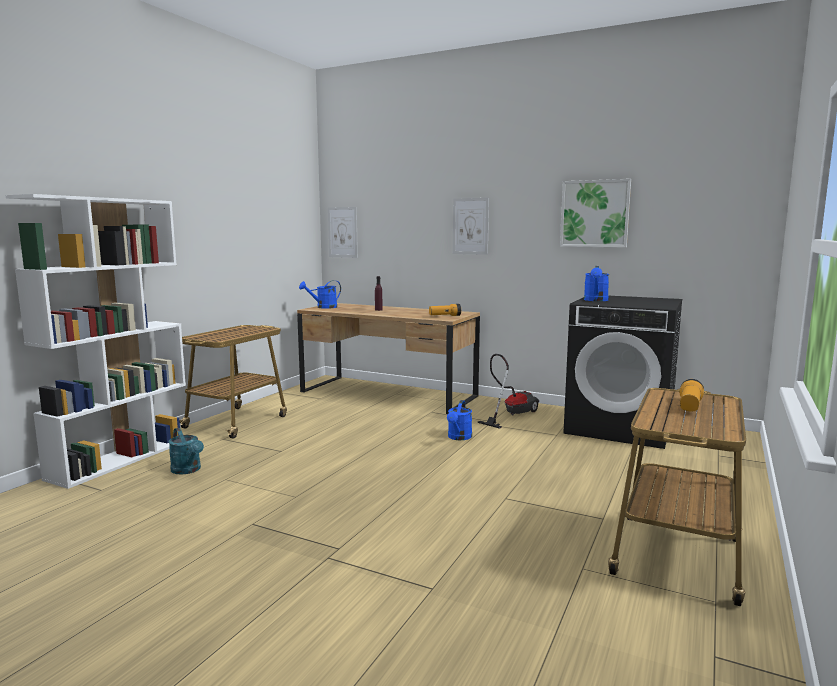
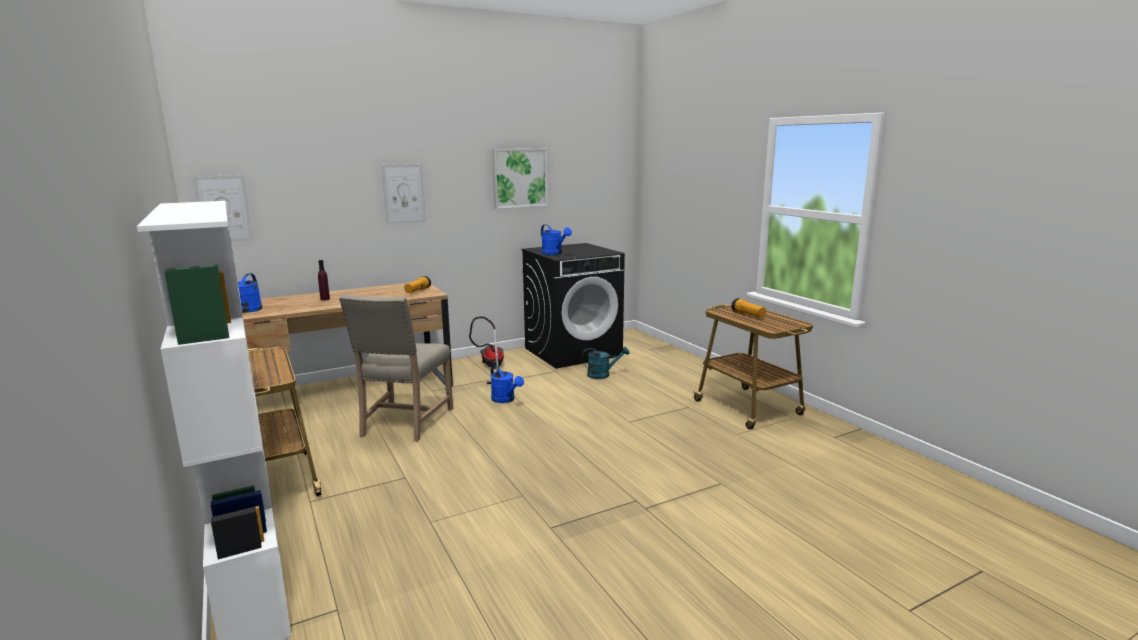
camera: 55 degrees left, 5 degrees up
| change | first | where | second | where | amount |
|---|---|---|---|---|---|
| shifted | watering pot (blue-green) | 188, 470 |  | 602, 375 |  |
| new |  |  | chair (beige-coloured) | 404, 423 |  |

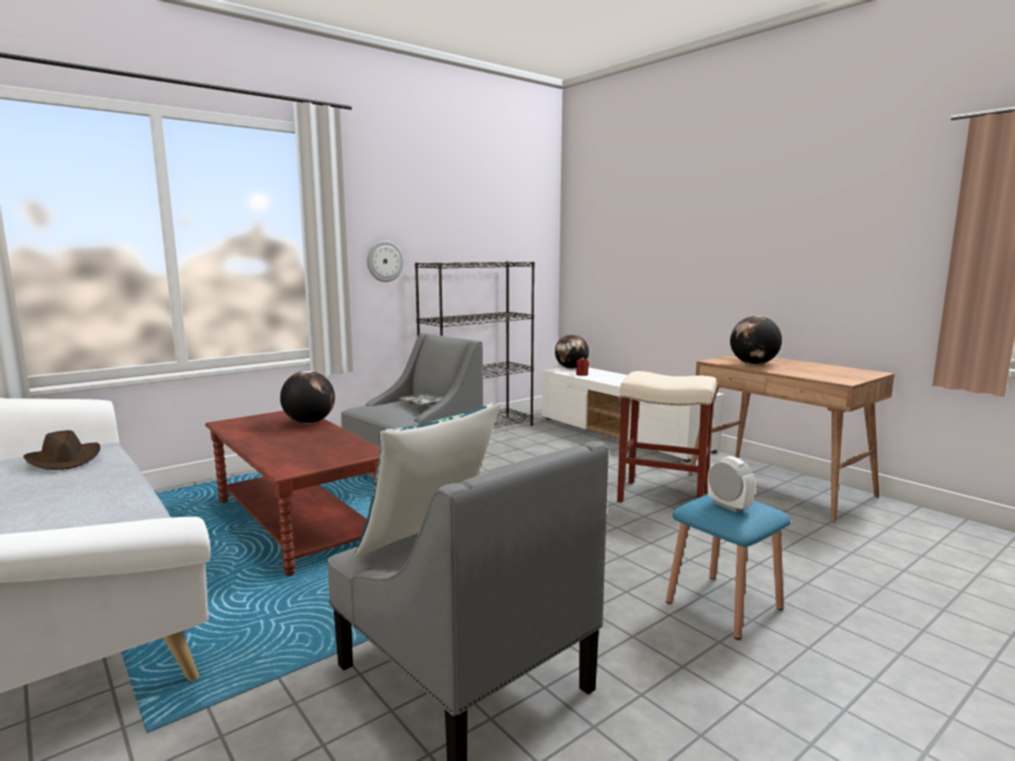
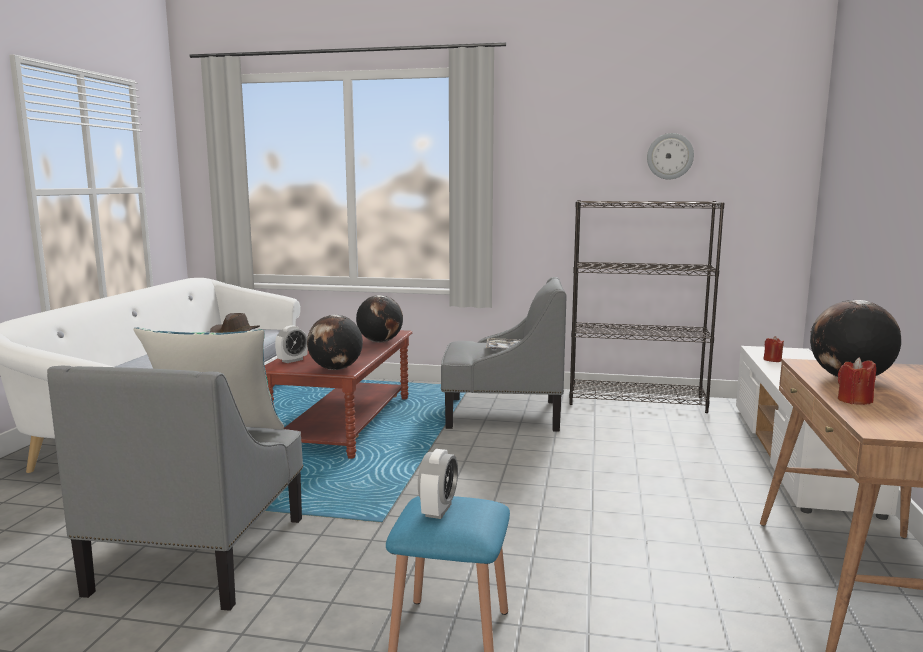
camera: 50 degrees right, 0 degrees up
| change | first | where | second | where | amount |
|---|---|---|---|---|---|
| shifted | wall clock | 384, 261 |  | 670, 156 |  |
| shifted | globe | 571, 368 |  | 336, 369 |  |
| gone | sitting stool (beige-coloured) | 664, 497 |  |  |  |
| new |  |  | alarm clock | 292, 360 |  |
| new |  |  | candle (red-coloured) | 854, 400 |  |

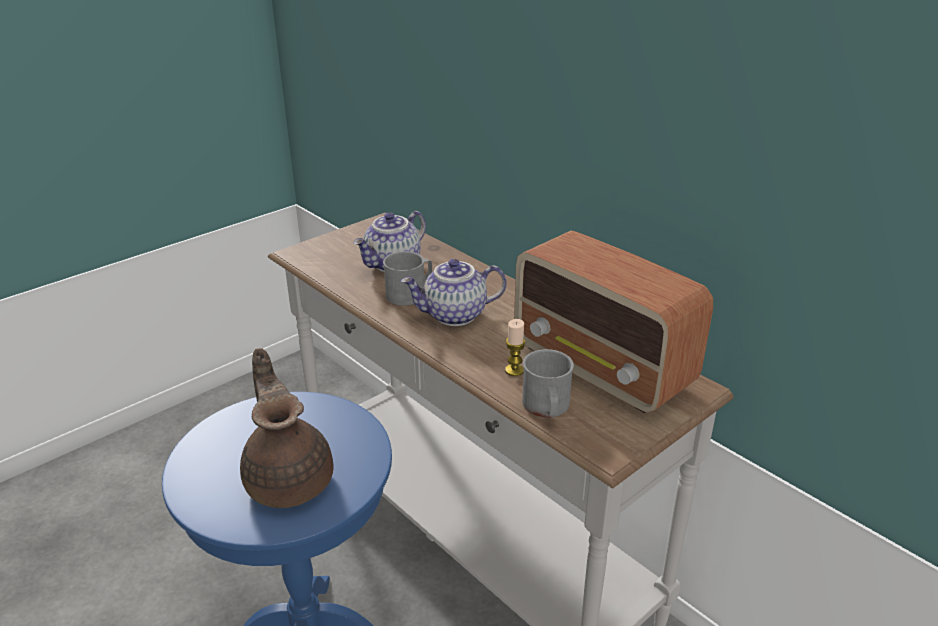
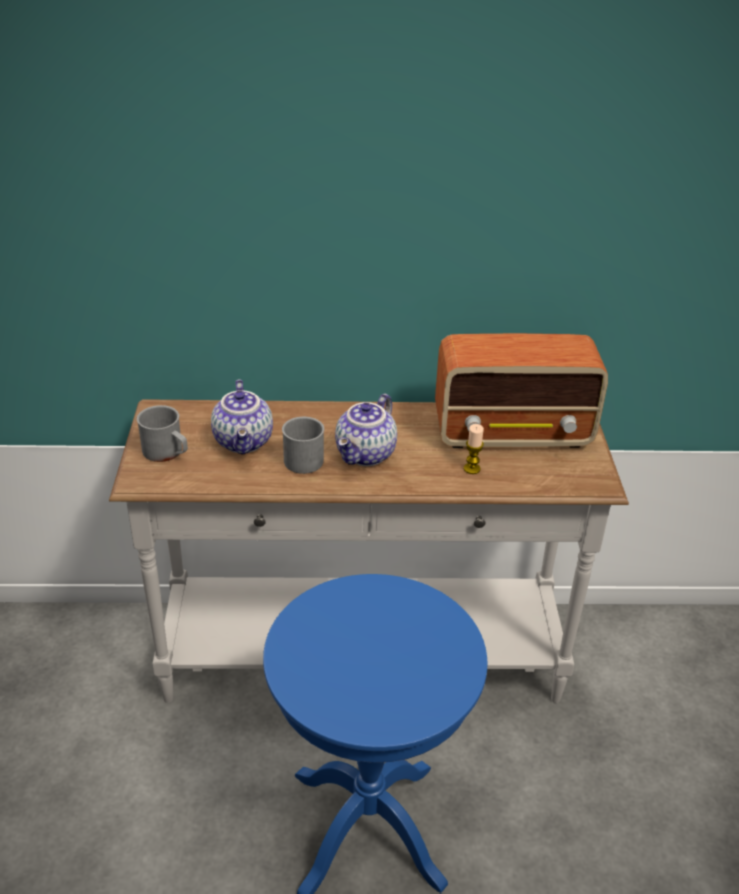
camera: 50 degrees left, 5 degrees up
| change | first | where | second | where | amount |
|---|---|---|---|---|---|
| gone | pot for tea (brown) | 289, 479 |  |  |  |
| shifted | tea mug (greyish) | 547, 408 |  | 167, 453 |  |

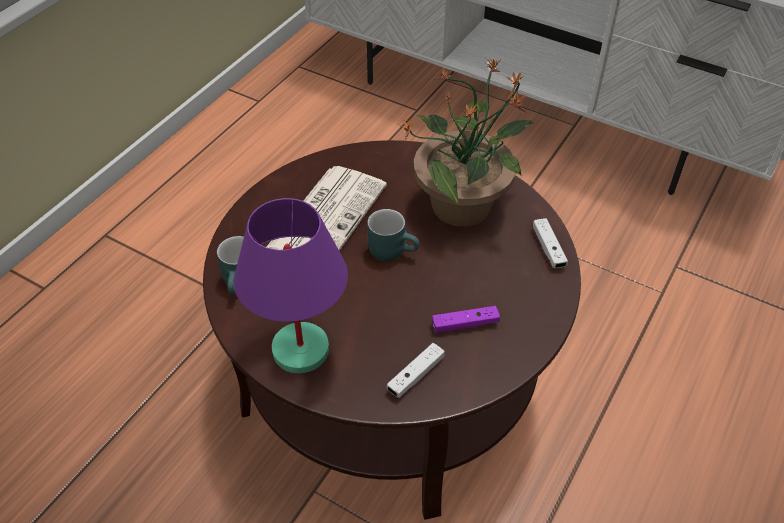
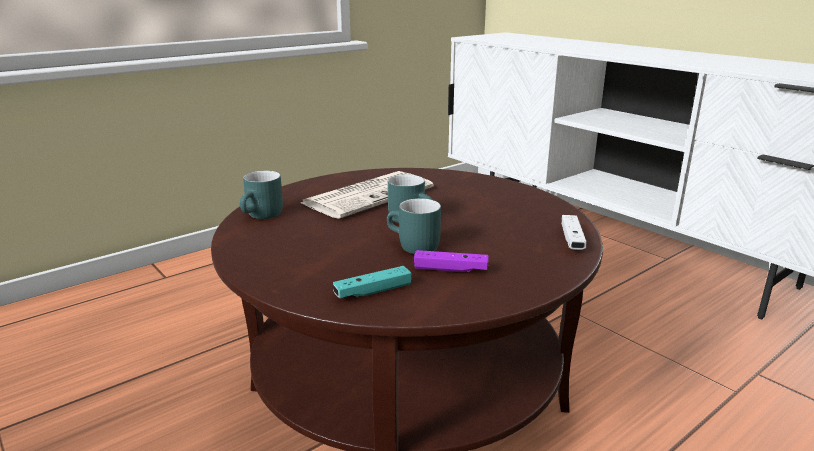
camera: 20 degrees right, 25 degrees down
| change | first | where | second | where | amount |
|---|---|---|---|---|---|
| gone | houseplant | 463, 205 |  |  |  |
| gone | lamp for a table (purple) | 300, 351 |  |  |  |
| repainted | gamepad (white) | 415, 375 | gamepad (blue-green) | 373, 291 |  |
| new |  |  | tea mug (blue-green) | 412, 247 |  |

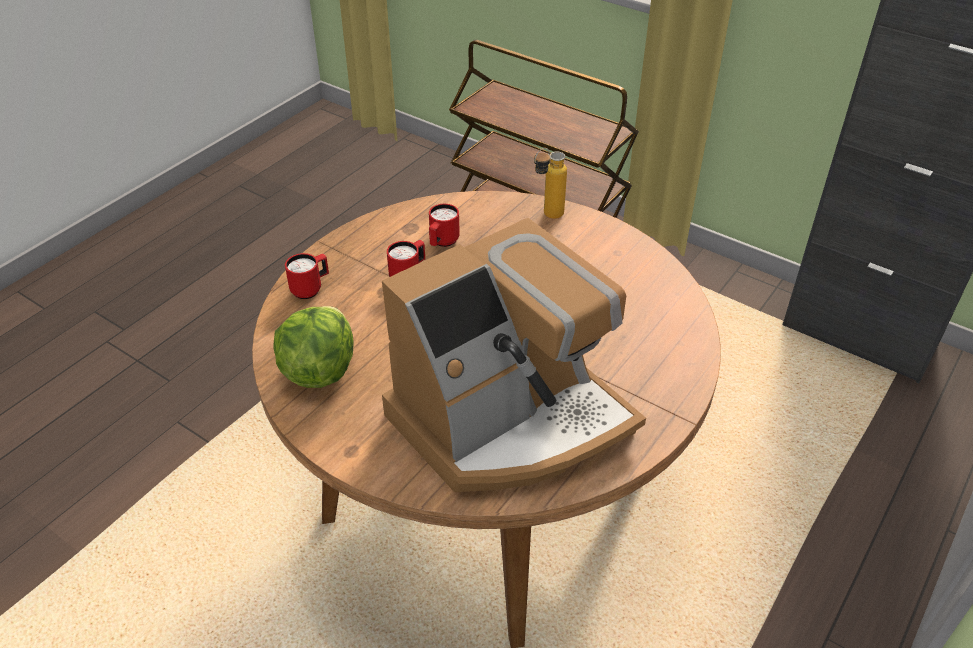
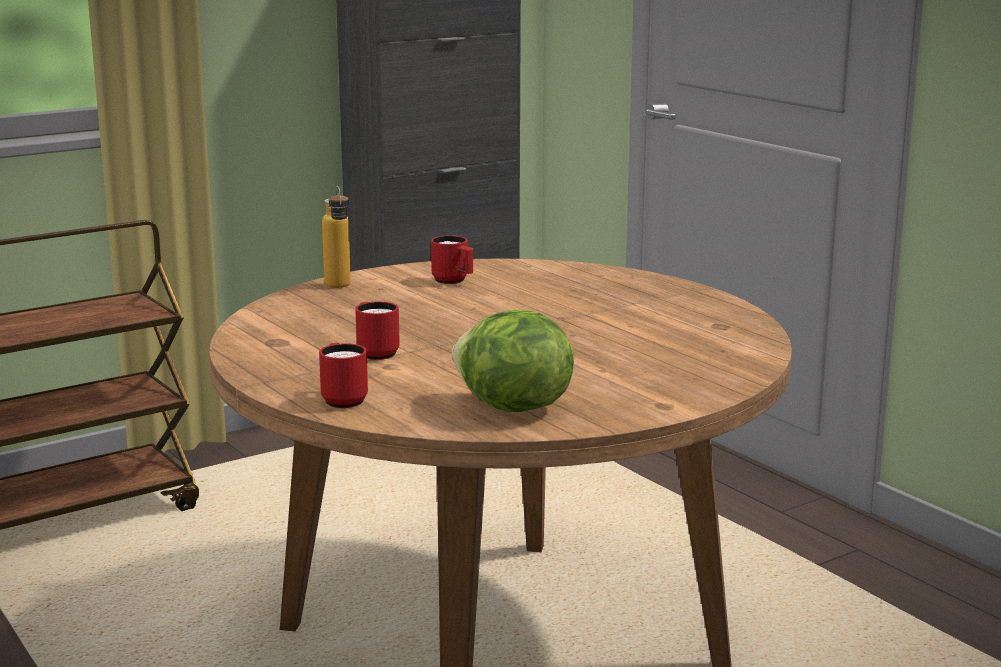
camera: 70 degrees left, 25 degrees down
| change | first | where | second | where | amount |
|---|---|---|---|---|---|
| shifted | tea mug (red-coloured) | 442, 243 |  | 454, 281 |  |
| gone | coffee brewer | 510, 420 |  |  |  |

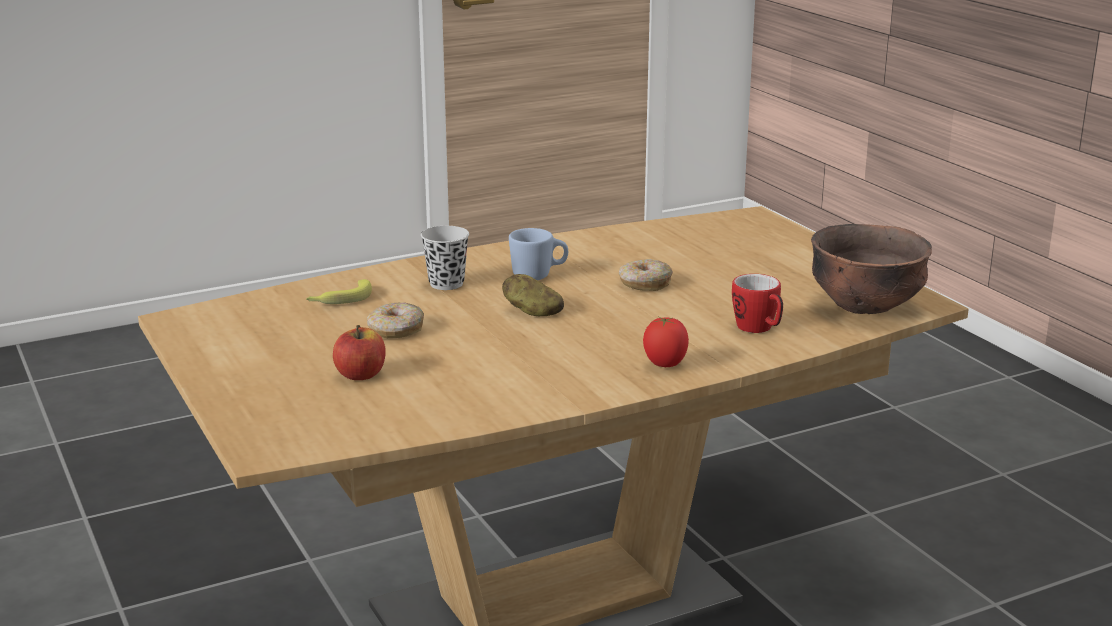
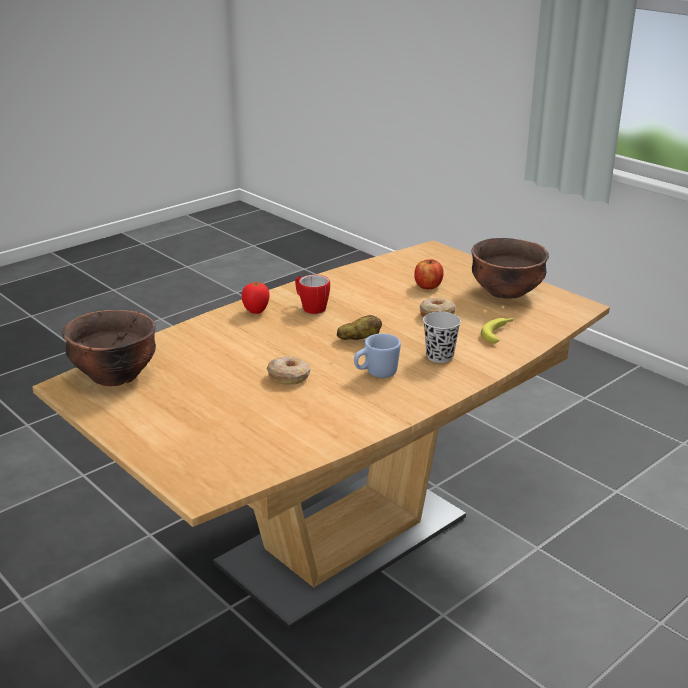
camera: 165 degrees right, 5 degrees up
| change | first | where | second | where | amount |
|---|---|---|---|---|---|
| shifted | tea mug | 759, 329 |  | 310, 307 |  |
| new |  |  | serving bowl (brown) | 507, 293 |  |

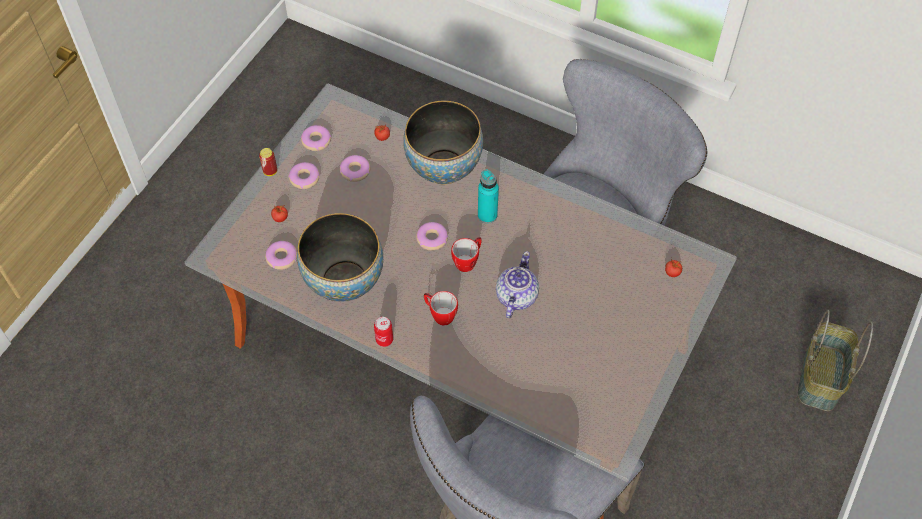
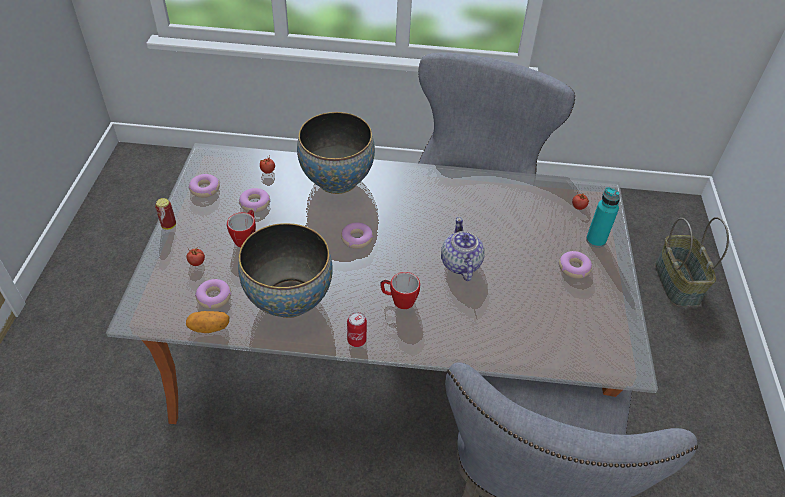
camera: 25 degrees left, 10 degrees down
| change | first | where | second | where | amount |
|---|---|---|---|---|---|
| shifted | donut | 304, 178 |  | 573, 268 |  |
| shifted | bottle (blue-green) | 487, 215 |  | 595, 240 |  |
| shifted | tea mug | 468, 261 |  | 246, 237 |  |
| new |  |  | potato | 209, 327 |  |

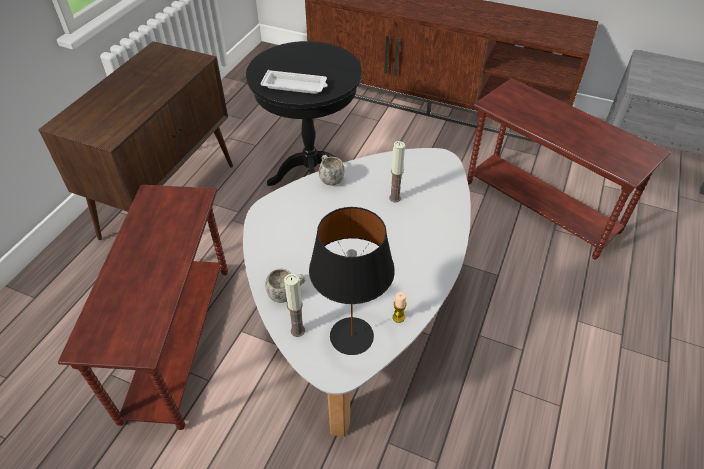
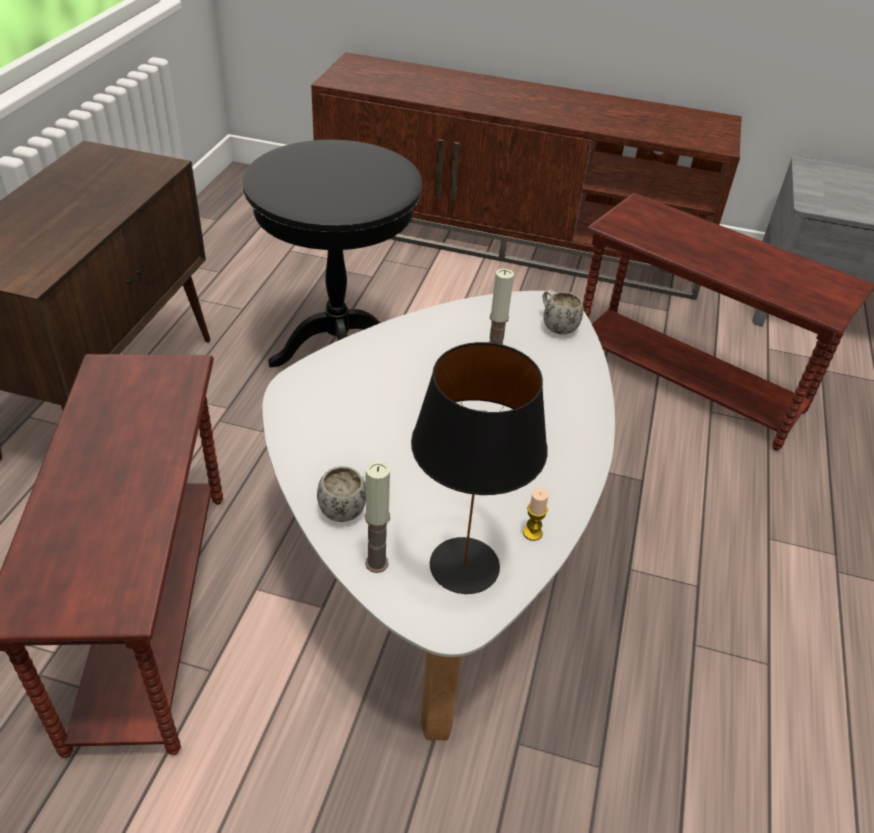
camera: 10 degrees left, 5 degrees down
| change | first | where | second | where | amount |
|---|---|---|---|---|---|
| gone | serving tray (white) | 295, 86 |  |  |  |
| shifted | tea mug (white) | 329, 178 |  | 556, 326 |  |

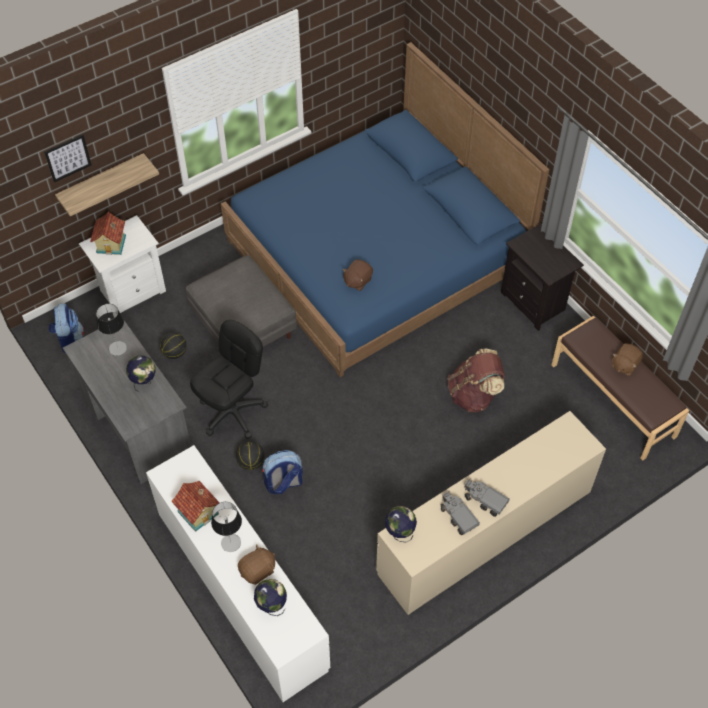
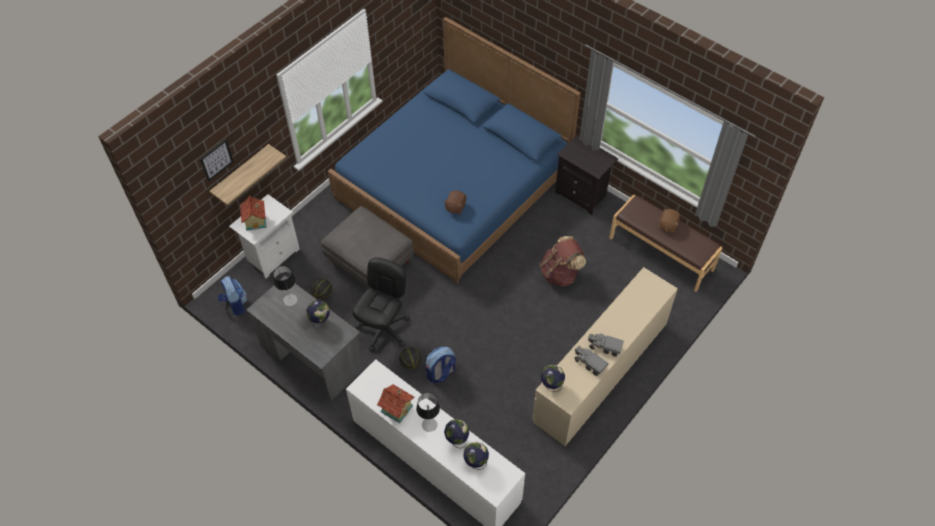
camera: 15 degrees left, 0 degrees up
| change | first | where | second | where | amount |
|---|---|---|---|---|---|
| swapped | plush toy (brown) | 258, 570 | globe | 457, 440 |  |

